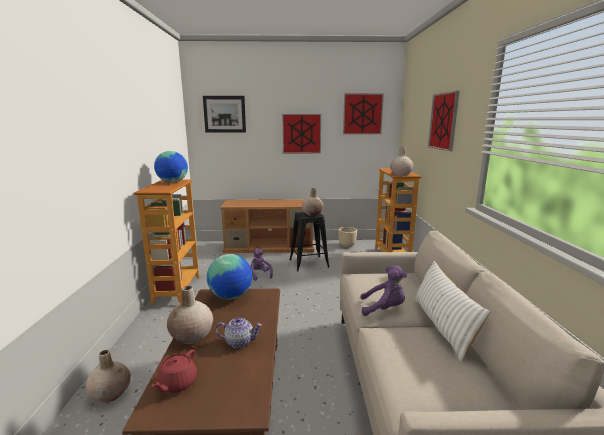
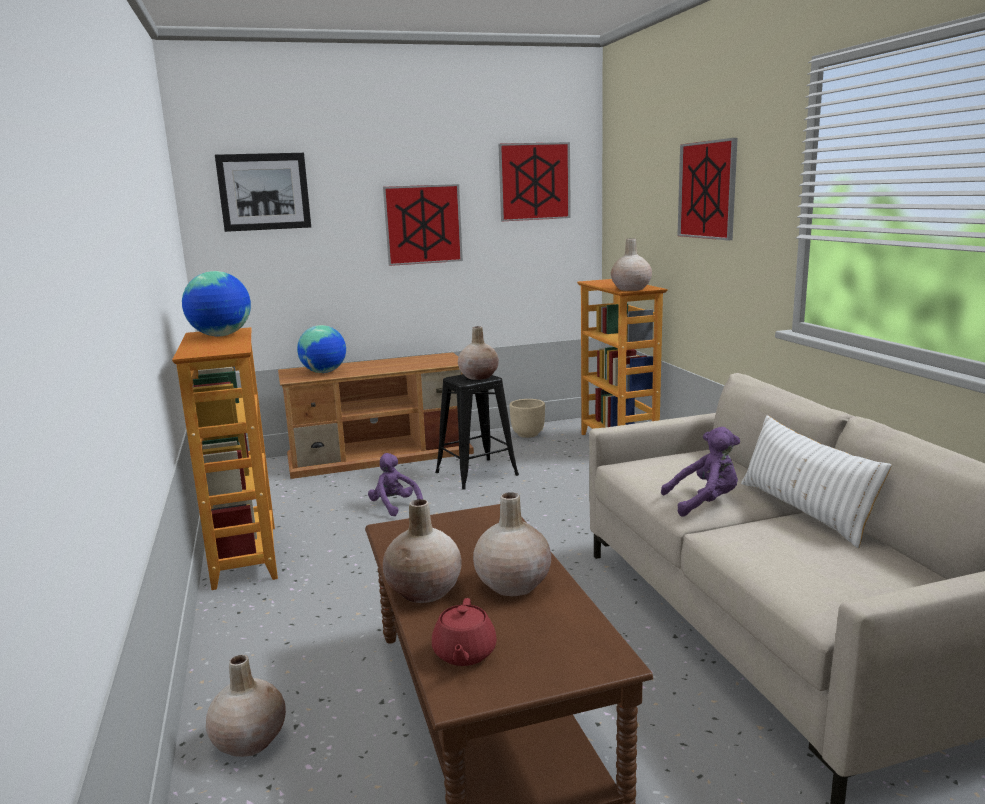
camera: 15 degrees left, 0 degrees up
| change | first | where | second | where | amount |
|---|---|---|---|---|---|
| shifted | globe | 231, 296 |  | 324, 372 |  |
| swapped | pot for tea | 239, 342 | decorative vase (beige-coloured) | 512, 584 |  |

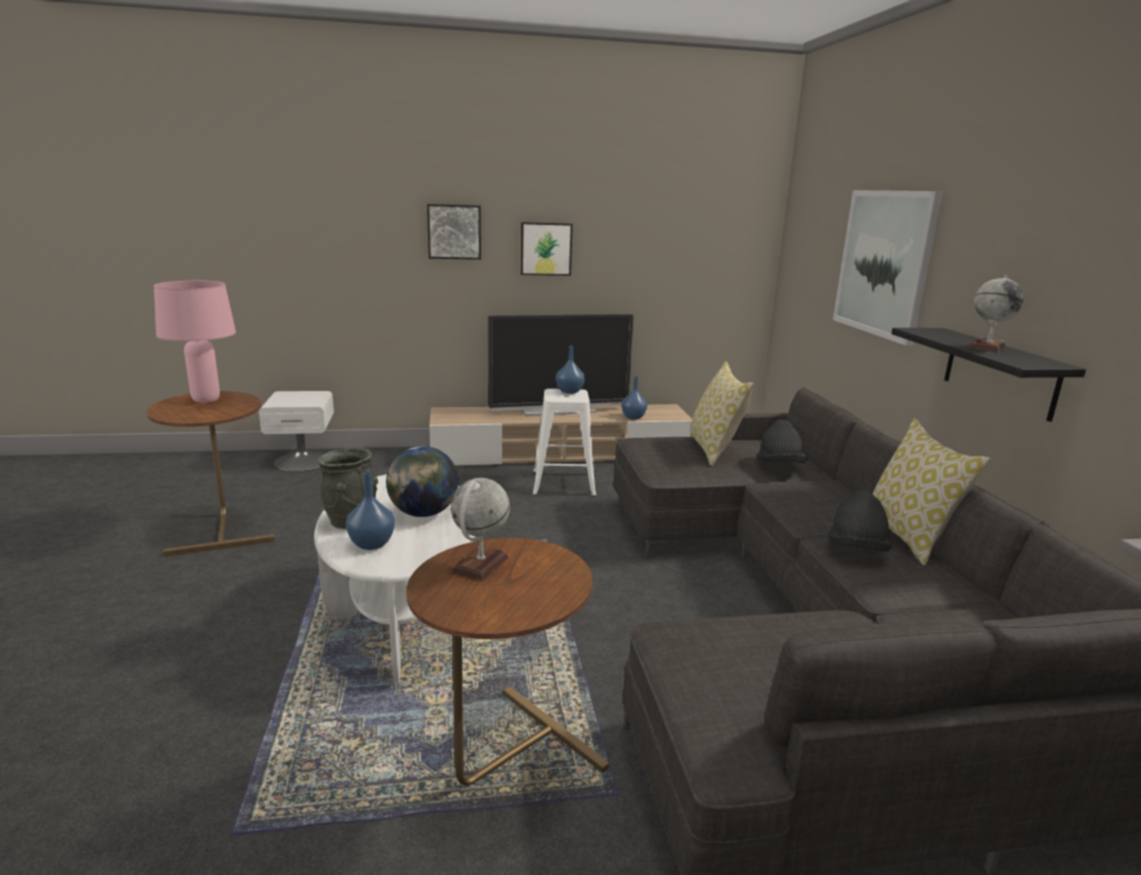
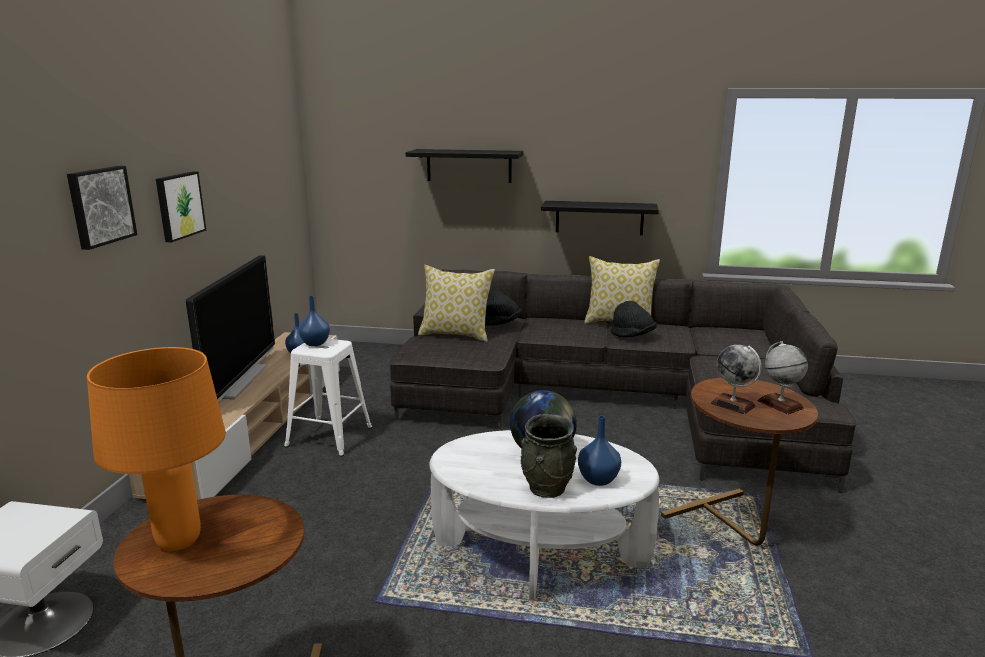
camera: 70 degrees left, 0 degrees up
| change | first | where | second | where | amount |
|---|---|---|---|---|---|
| swapped | wall picture | 884, 263 | wall shelf (blackish) | 469, 165 |  |
| shifted | globe | 987, 347 |  | 780, 404 |  |
| repainted | lamp for a table (pink) | 206, 400 | lamp for a table (orange) | 178, 541 |  |

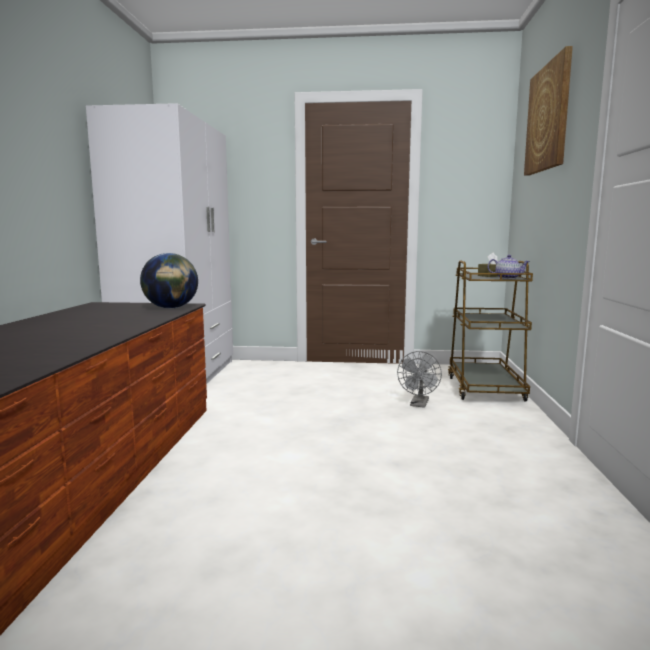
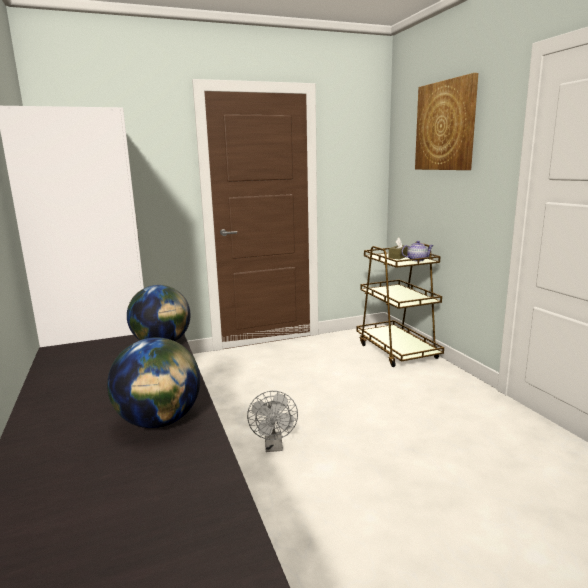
camera: 25 degrees left, 5 degrees up
| change | first | where | second | where | amount |
|---|---|---|---|---|---|
| shifted | fan (greyish) | 419, 404 |  | 274, 446 |  |
| new |  |  | globe | 159, 421 |  |

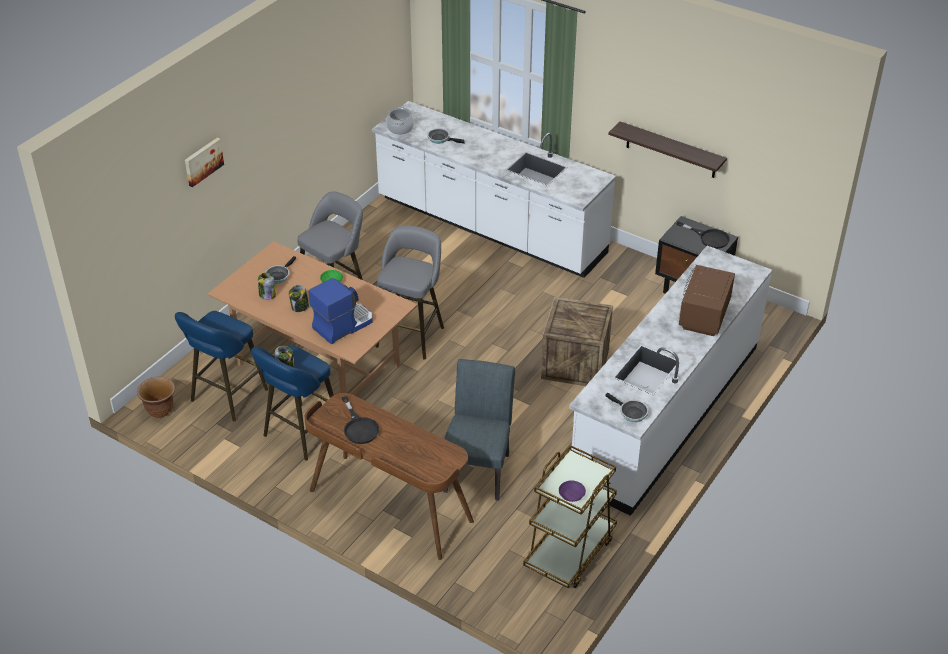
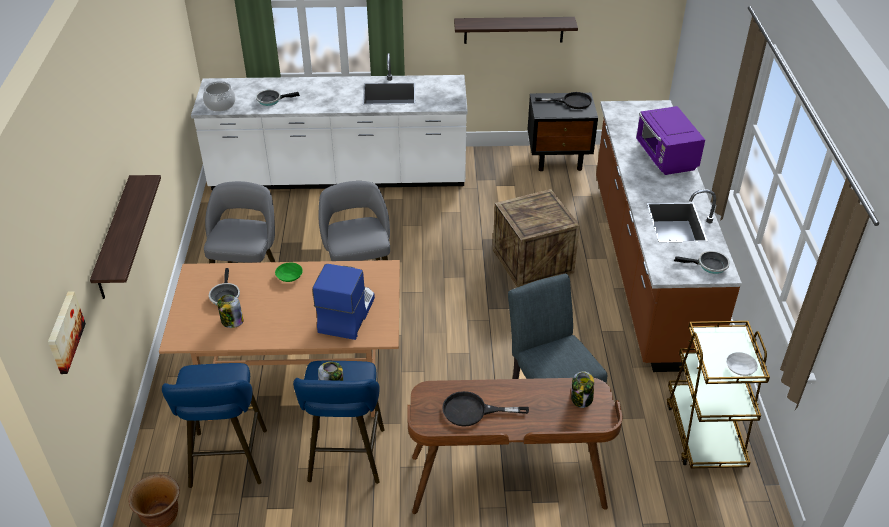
camera: 35 degrees left, 0 degrees up
| change | first | where | second | where | amount |
|---|---|---|---|---|---|
| shifted | wall picture | 203, 161 |  | 64, 332 |  |
| repainted | kitchen base unit (white) | 666, 412 | kitchen base unit (brown) | 646, 267 |  |
| repainted | kitchen microwave (brown) | 703, 316 | kitchen microwave (purple) | 665, 158 |  |
| shifted | preserve jar | 300, 307 |  | 581, 399 |  |
| rotated | skillet (blackish) | 359, 427 |  | 473, 411 | 150 degrees clockwise |
| repainted | serving bowl (purple) | 571, 494 | serving bowl (white) | 739, 368 |  |
| new |  |  | wall shelf | 115, 238 |  |

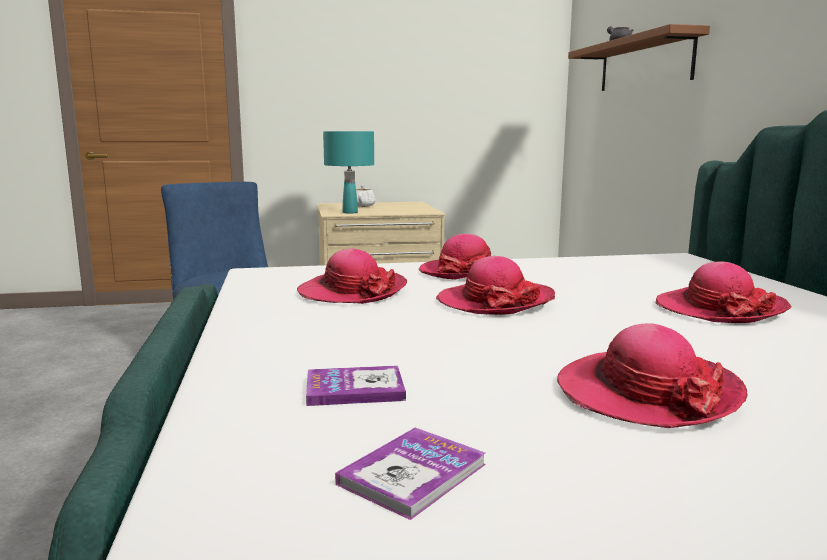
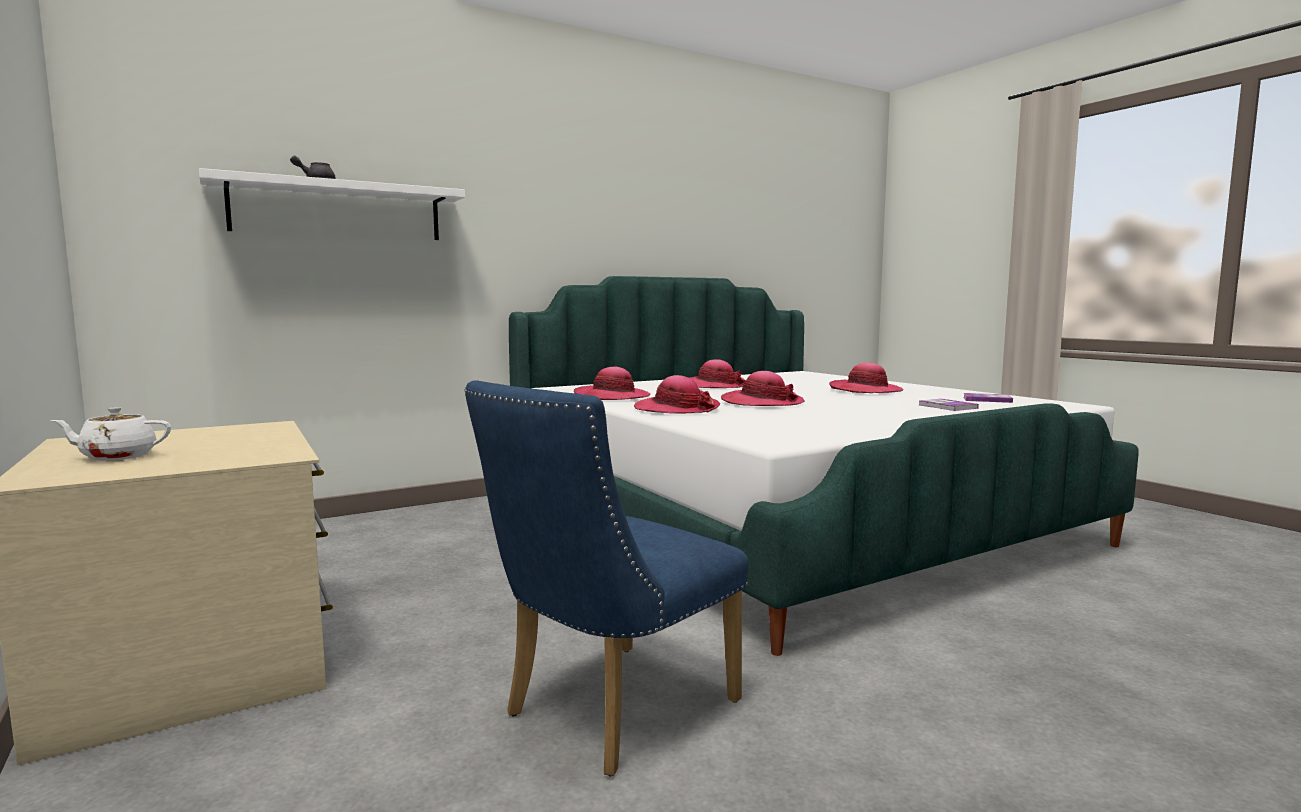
camera: 110 degrees left, 5 degrees down
| change | first | where | second | where | amount |
|---|---|---|---|---|---|
| repainted | wall shelf (brown) | 644, 63 | wall shelf (white) | 338, 210 |  |
| gone | lamp for a table (blue-green) | 350, 212 |  |  |  |
| shifted | clothing hat | 352, 292 |  | 612, 397 |  |

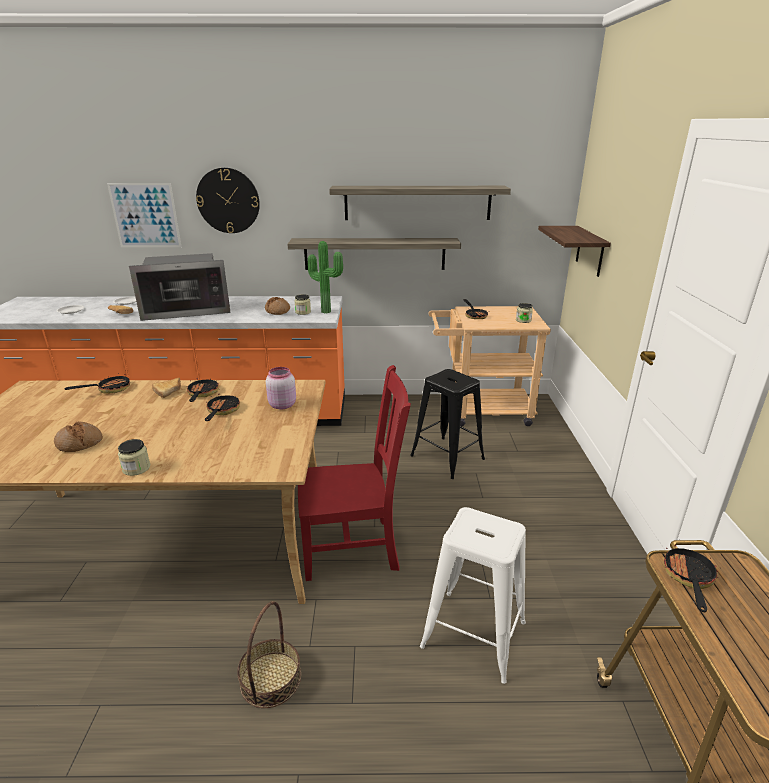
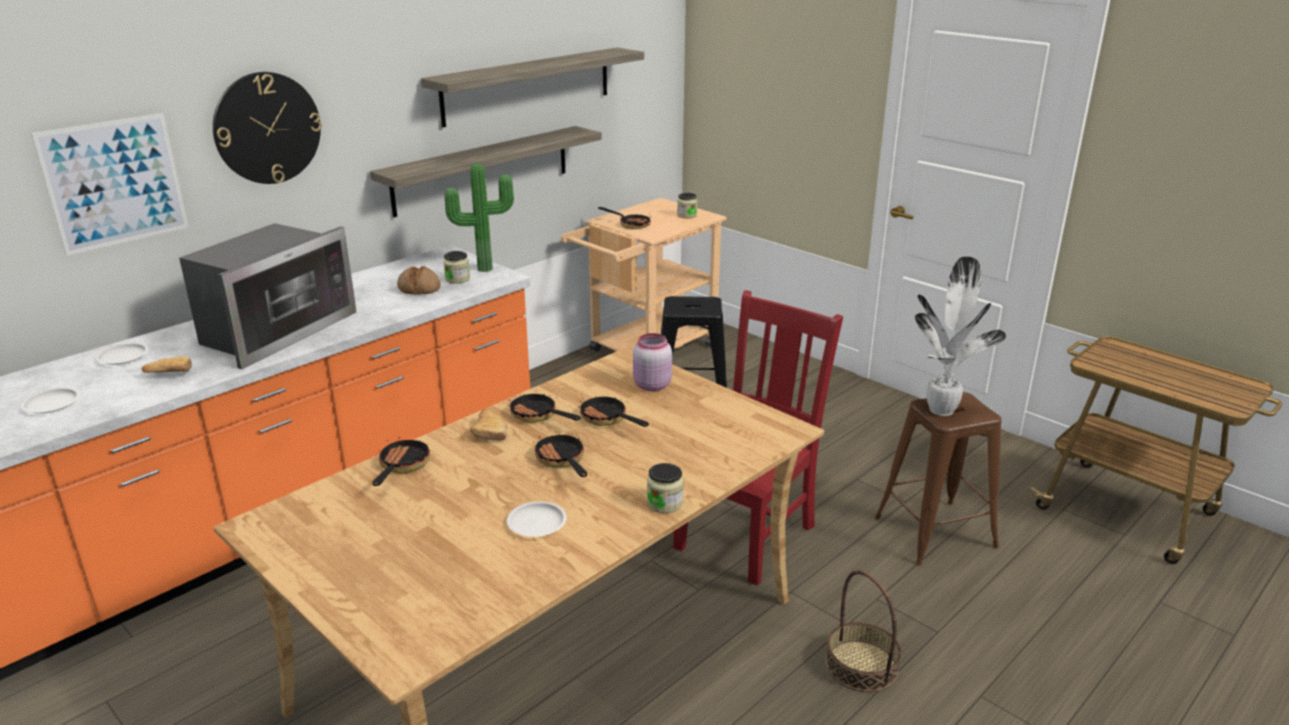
camera: 45 degrees left, 0 degrees up
| change | first | where | second | where | amount |
|---|---|---|---|---|---|
| gone | wall shelf | 590, 251 |  |  |  |
| swapped | bread | 79, 443 | dinner plate (white) | 536, 523 |  |
| repainted | sitting stool (white) | 474, 634 | sitting stool (brown) | 935, 532 |  |
| shifted | skillet | 688, 579 |  | 562, 461 |  |
| new |  |  | houseplant | 942, 409 |  |

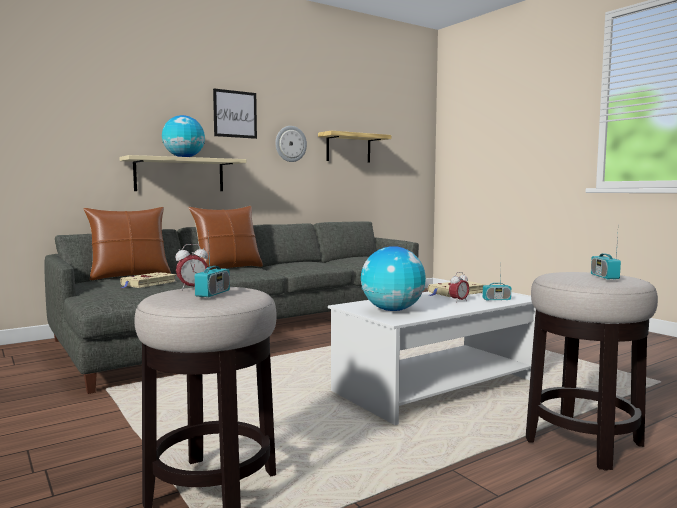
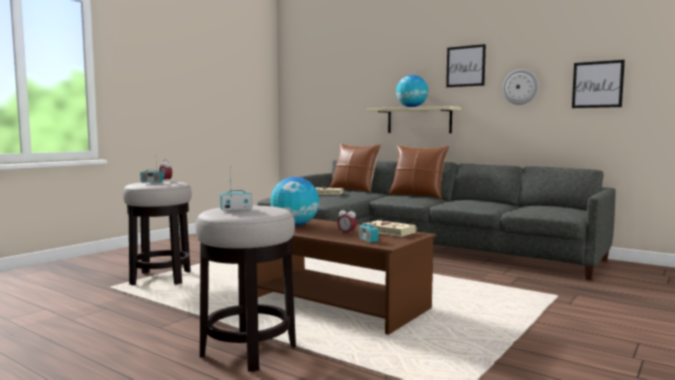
camera: 70 degrees right, 0 degrees up
| change | first | where | second | where | amount |
|---|---|---|---|---|---|
| swapped | wall shelf | 348, 148 | wall picture | 597, 84 |  |
| repainted | low table (white) | 437, 386 | low table (brown) | 339, 304 |  |

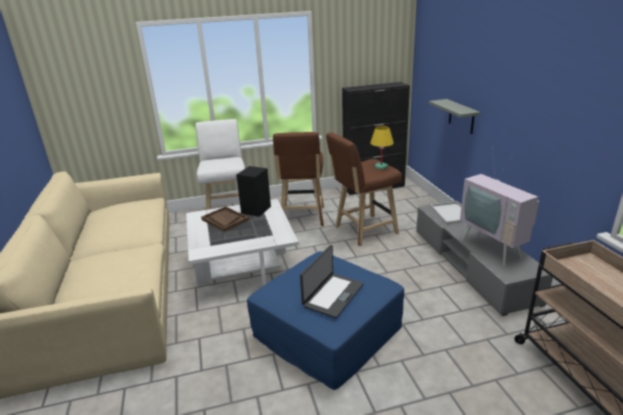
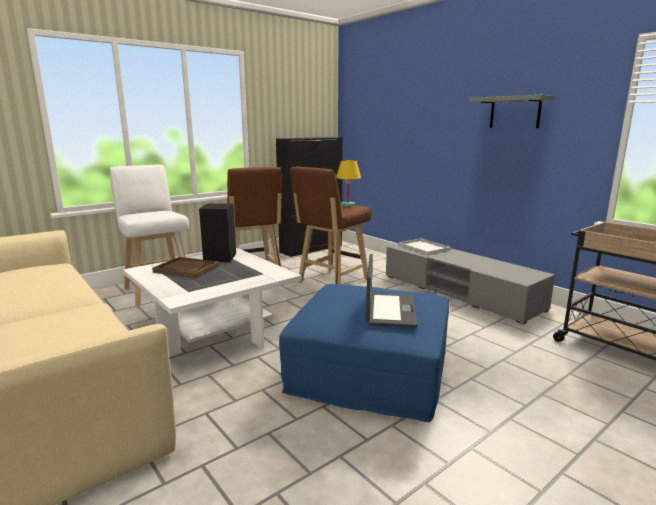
camera: 25 degrees left, 10 degrees down
| change | first | where | second | where | amount |
|---|---|---|---|---|---|
| shifted | wall shelf (greyish) | 461, 116 |  | 515, 112 |  |
| gone | TV set | 494, 248 |  |  |  |

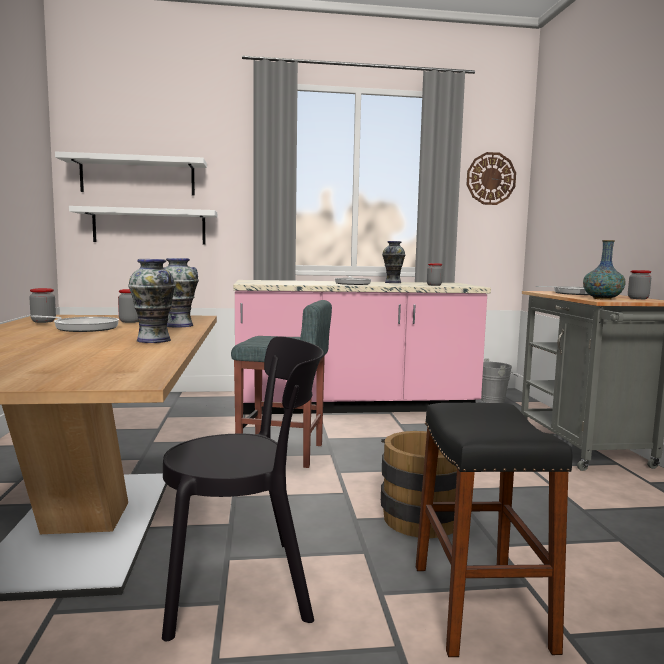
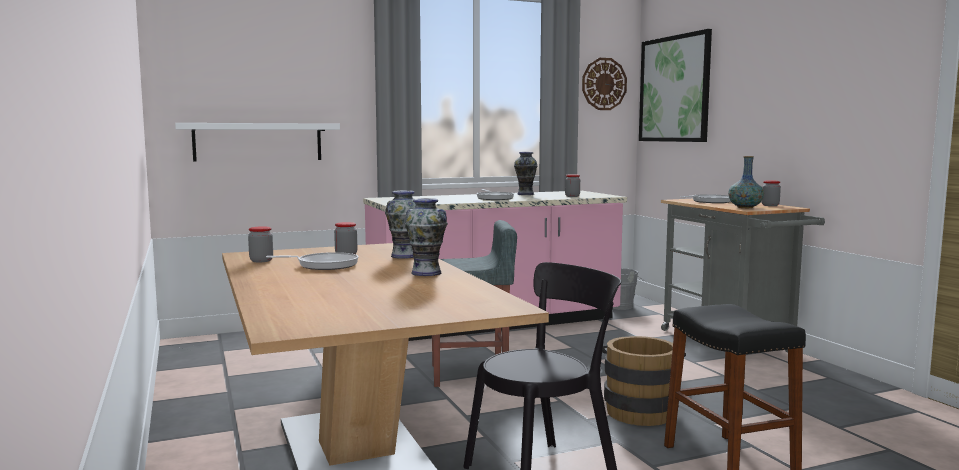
camera: 15 degrees left, 0 degrees up
| change | first | where | second | where | amount |
|---|---|---|---|---|---|
| gone | wall shelf (white) | 138, 176 |  |  |  |
| new |  |  | wall picture | 674, 89 |  |

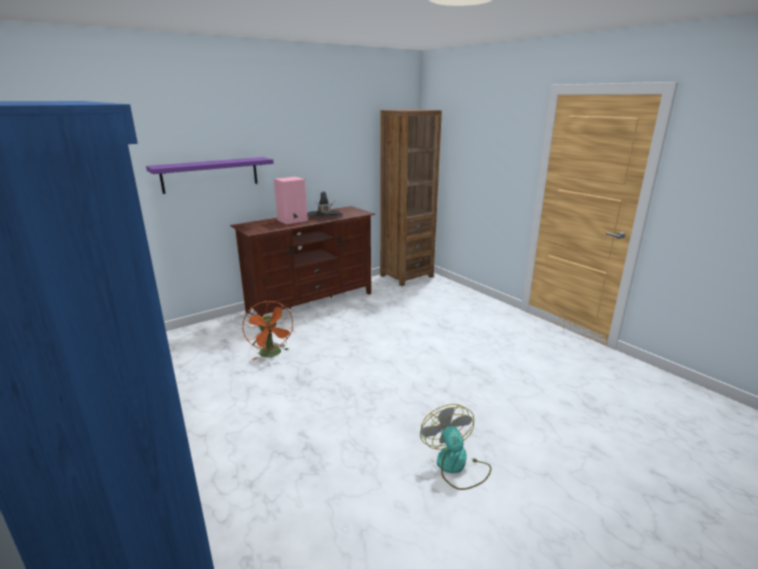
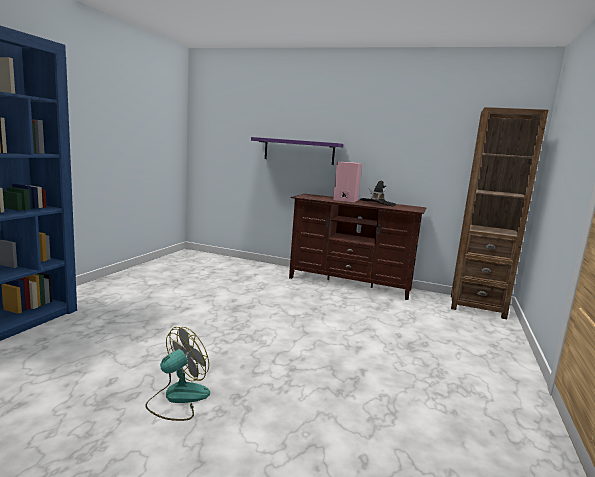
camera: 55 degrees right, 10 degrees down
| change | first | where | second | where | amount |
|---|---|---|---|---|---|
| gone | fan (orange) | 272, 354 |  |  |  |

